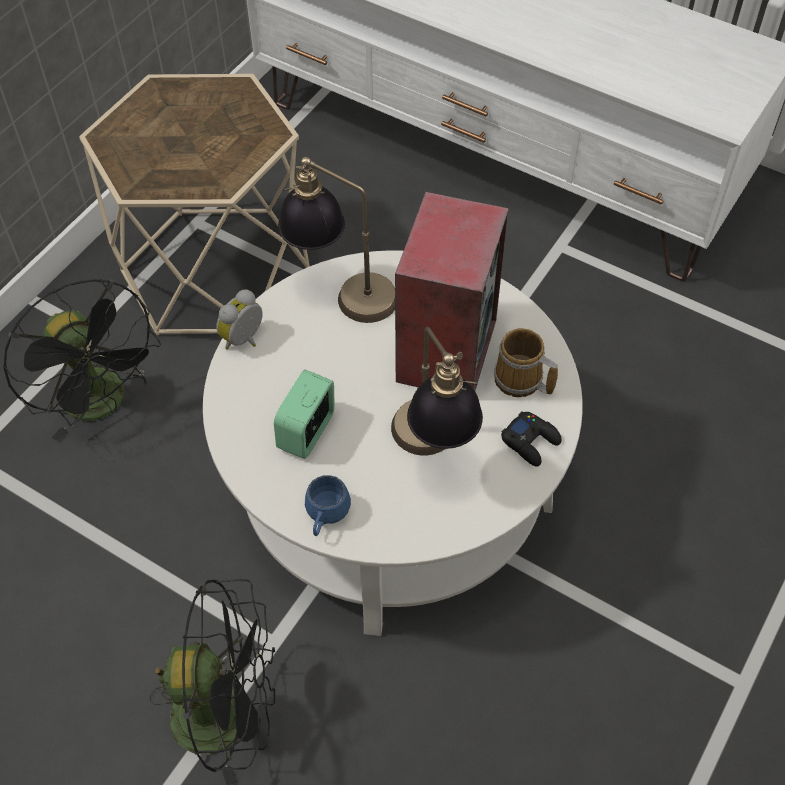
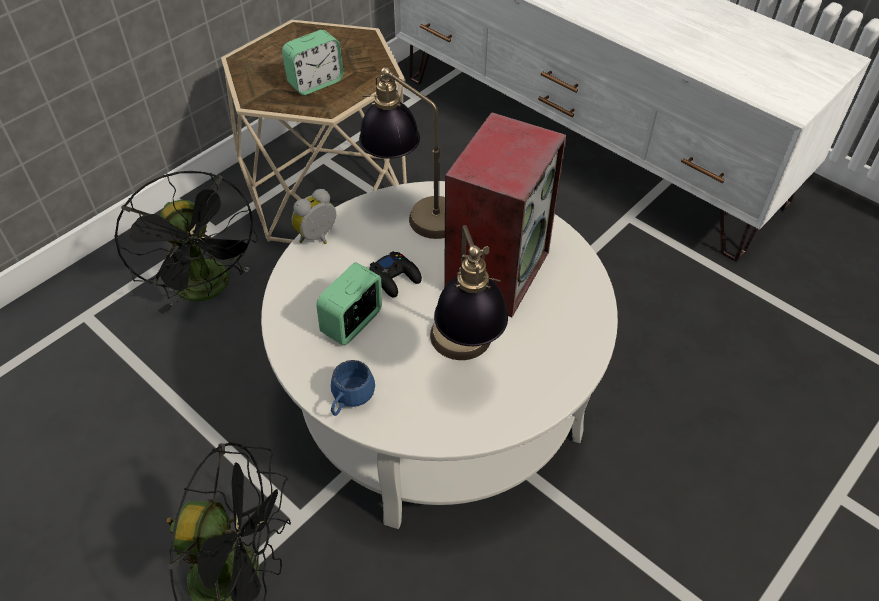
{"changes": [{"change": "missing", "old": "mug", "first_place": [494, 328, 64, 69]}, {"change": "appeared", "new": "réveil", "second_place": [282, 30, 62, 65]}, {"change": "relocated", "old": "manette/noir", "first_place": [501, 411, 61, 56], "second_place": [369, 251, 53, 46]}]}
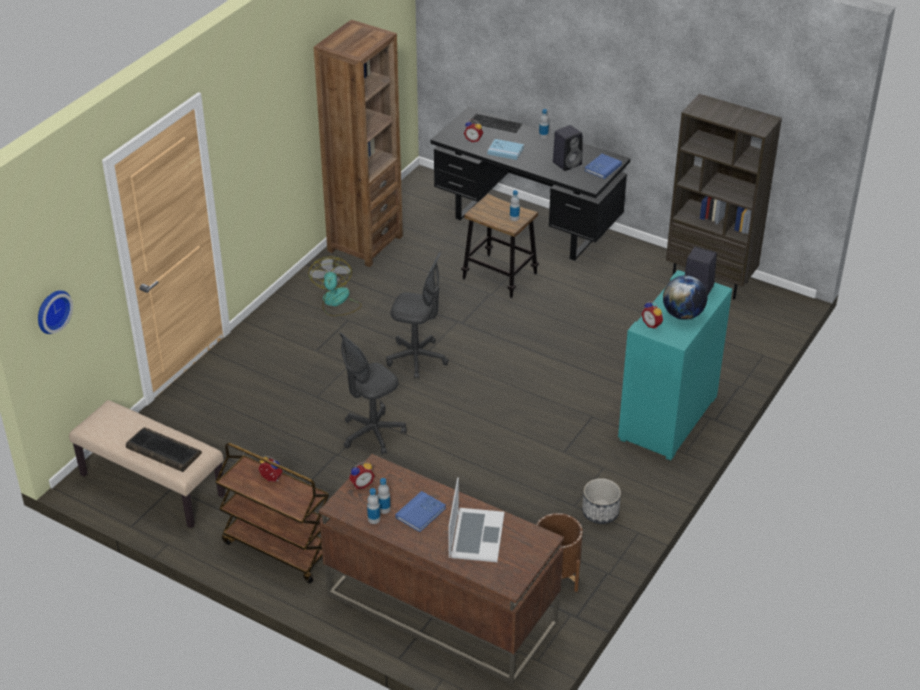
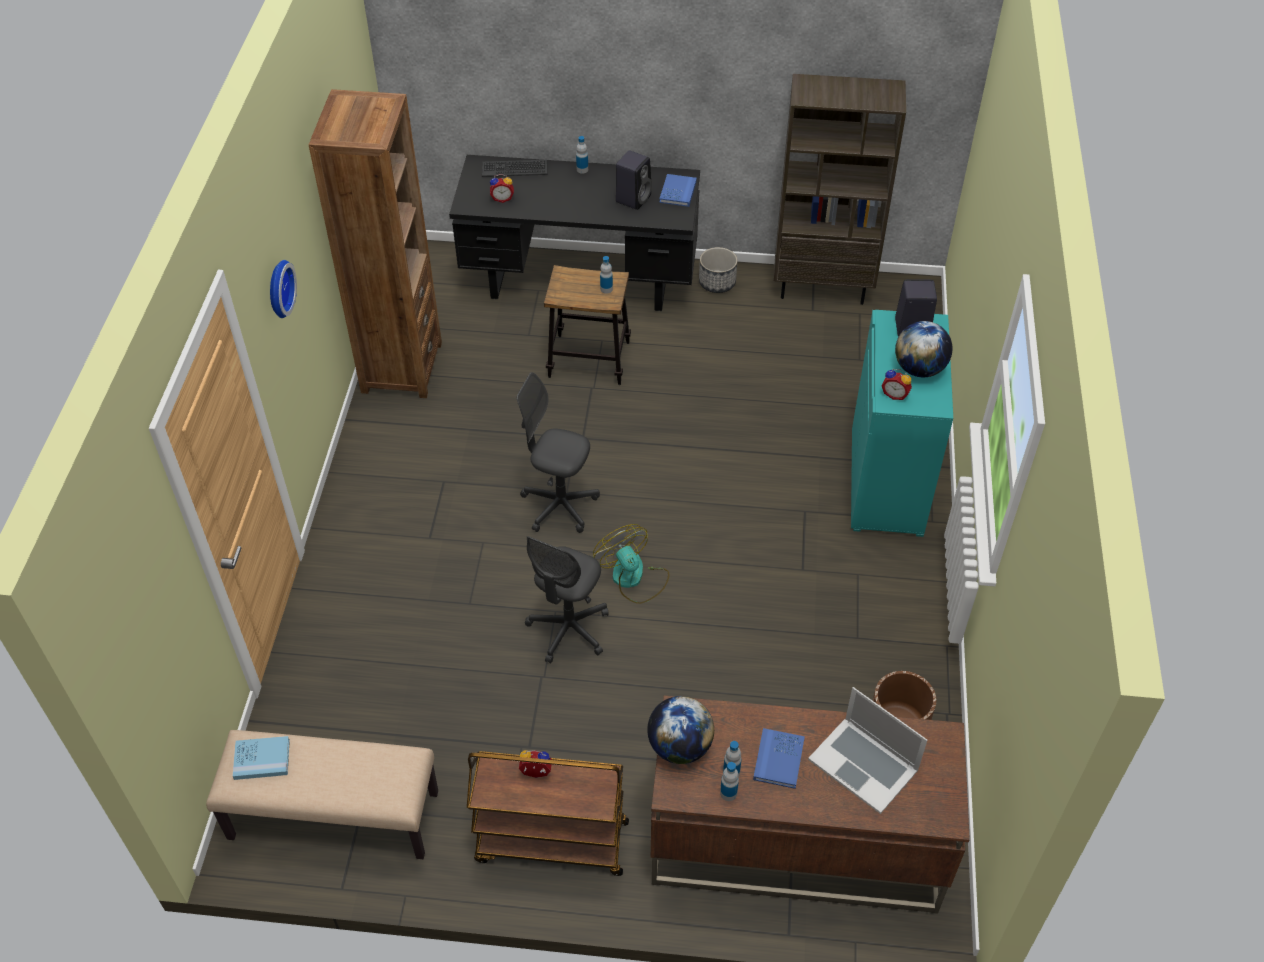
{"changes": [{"change": "missing", "old": "clavier", "first_place": [126, 427, 76, 45]}, {"change": "relocated", "old": "horloge murale", "first_place": [38, 290, 35, 44], "second_place": [270, 260, 27, 58]}, {"change": "relocated", "old": "ventilateur", "first_place": [308, 256, 54, 60], "second_place": [593, 524, 77, 80]}, {"change": "relocated", "old": "livre/bleu", "first_place": [487, 139, 37, 21], "second_place": [233, 736, 57, 44]}, {"change": "relocated", "old": "cache-pot", "first_place": [582, 478, 39, 46], "second_place": [699, 247, 39, 46]}, {"change": "exchanged", "old": "réveil", "new": "globe", "first_place": [349, 461, 26, 28], "second_place": [647, 696, 67, 68]}, {"change": "spun", "old": "chaise de bureau/gris", "first_place": [386, 252, 63, 127], "second_place": [516, 372, 84, 161], "degrees": -150}, {"change": "spun", "old": "ordinateur portable", "first_place": [448, 477, 56, 85], "second_place": [808, 687, 119, 127], "degrees": 150}]}
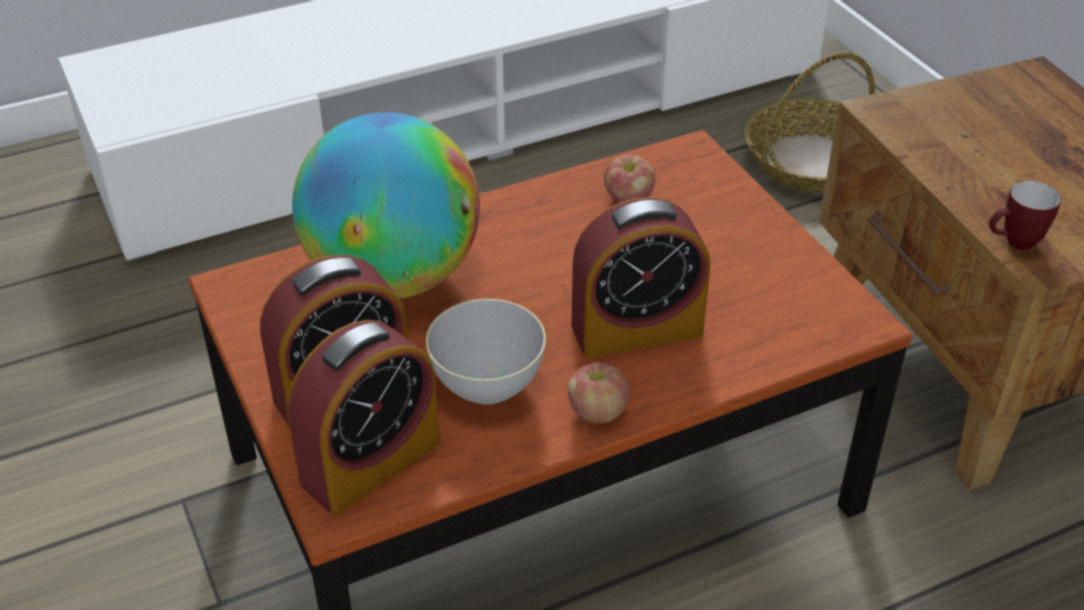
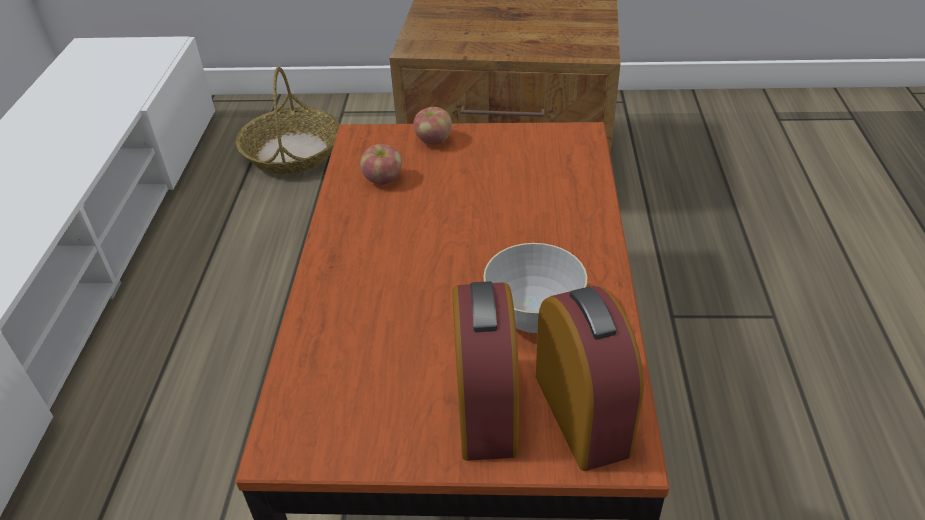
{"changes": [{"change": "missing", "old": "globe", "first_place": [292, 112, 188, 187]}, {"change": "missing", "old": "réveil", "first_place": [571, 197, 139, 161]}, {"change": "missing", "old": "mug", "first_place": [989, 181, 72, 69]}, {"change": "relocated", "old": "pomme", "first_place": [568, 363, 61, 61], "second_place": [413, 107, 39, 38]}]}
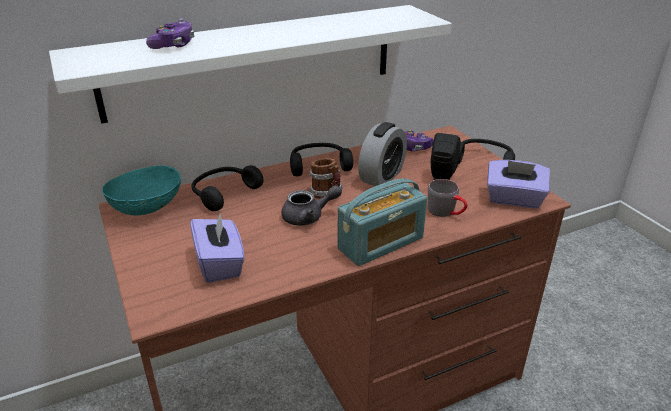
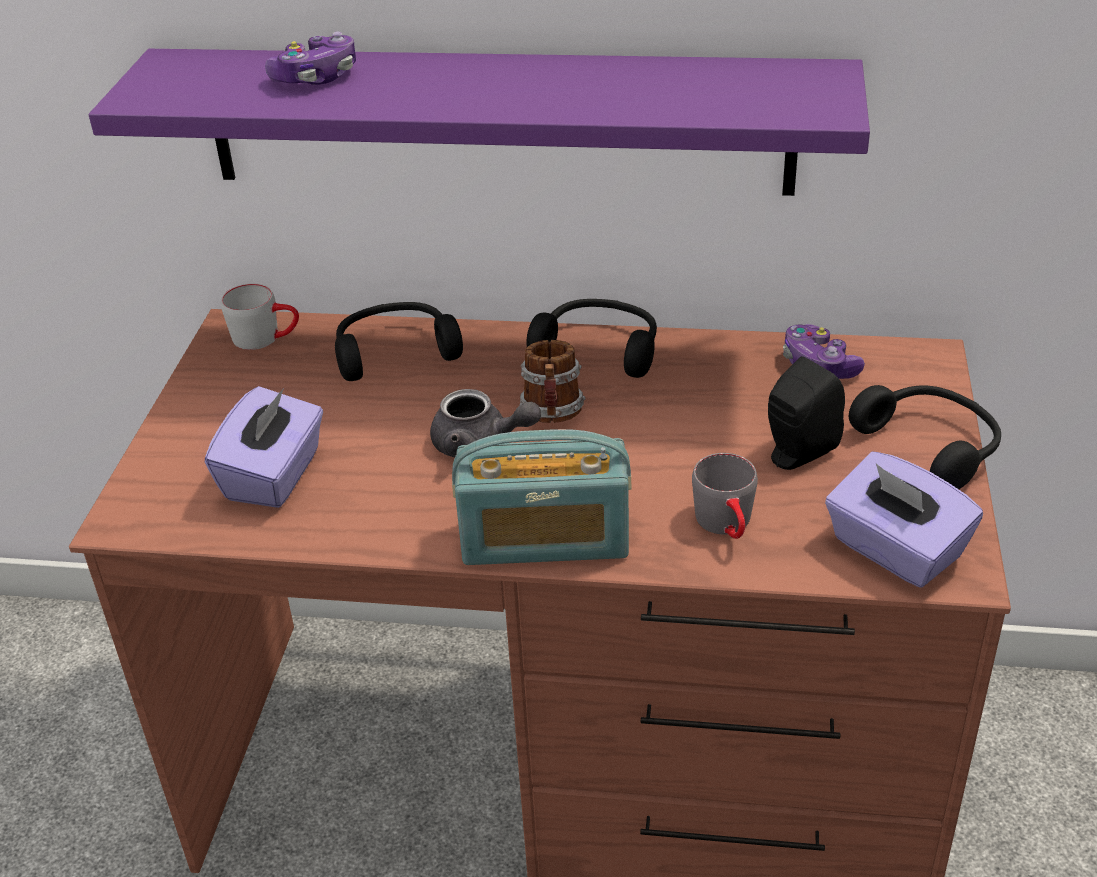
{"changes": [{"change": "missing", "old": "réveil", "first_place": [358, 122, 49, 64]}, {"change": "exchanged", "old": "bol/turquoise", "new": "mug/gris", "first_place": [102, 165, 79, 51], "second_place": [221, 283, 78, 67]}, {"change": "colour", "old": "étagère/blanc", "new": "étagère/violet", "first_place": [49, 5, 403, 119], "second_place": [89, 49, 781, 147]}]}
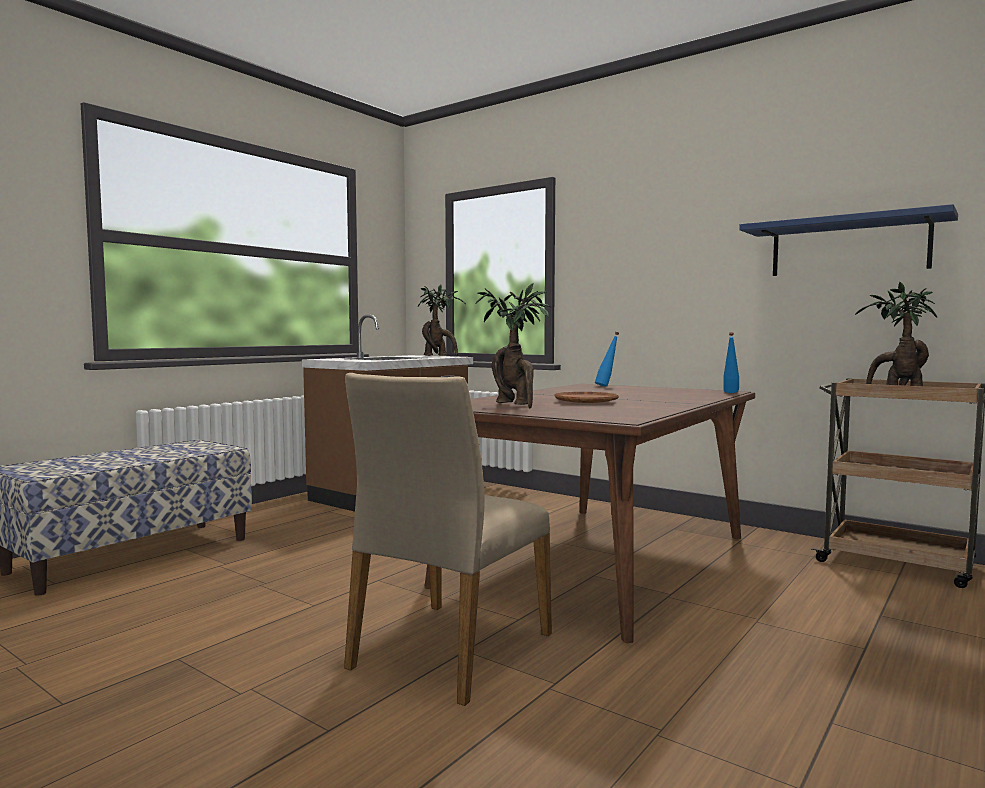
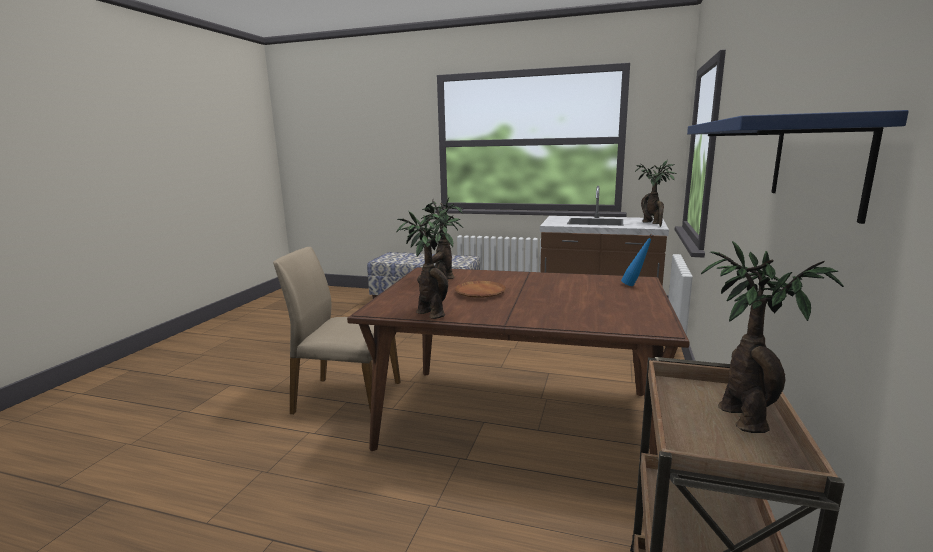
{"changes": [{"change": "missing", "old": "bouteille/bleu", "first_place": [723, 332, 16, 61]}, {"change": "appeared", "new": "plante en pot", "second_place": [397, 211, 66, 108]}]}
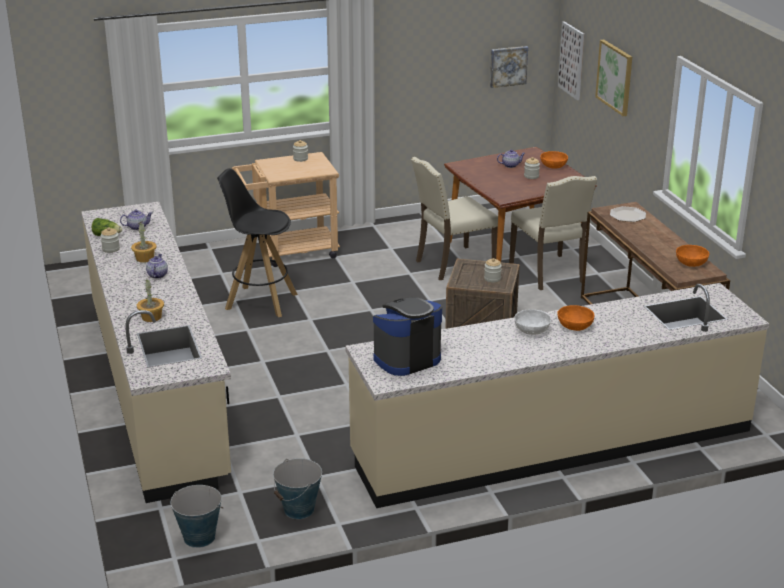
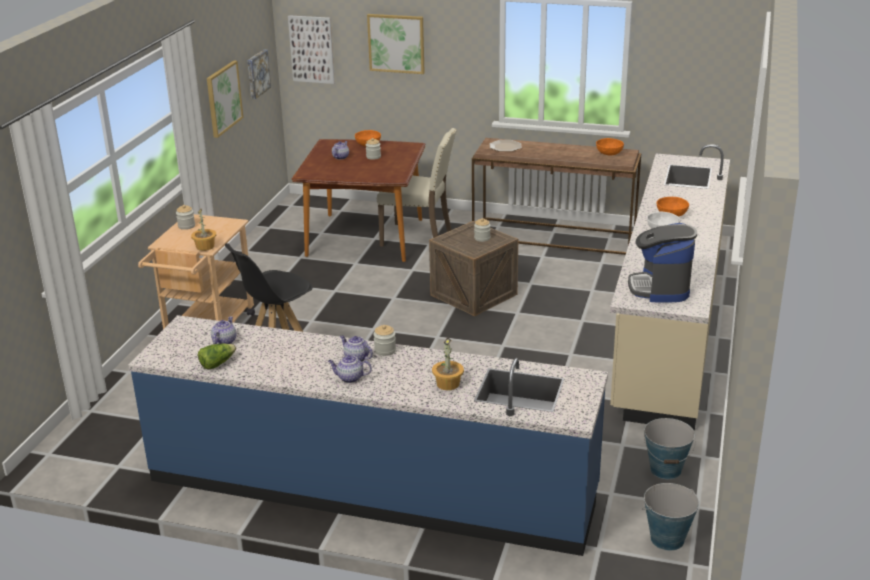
{"changes": [{"change": "missing", "old": "chaise/beige", "first_place": [411, 157, 87, 123]}, {"change": "appeared", "new": "tableau", "second_place": [207, 61, 37, 77]}, {"change": "appeared", "new": "théière", "second_place": [328, 355, 44, 28]}, {"change": "relocated", "old": "bocal", "first_place": [100, 227, 20, 26], "second_place": [374, 325, 22, 31]}, {"change": "relocated", "old": "plante en pot", "first_place": [131, 222, 26, 41], "second_place": [191, 209, 25, 42]}, {"change": "colour", "old": "comptoir de cuisine/beige", "new": "comptoir de cuisine/bleu", "first_place": [81, 202, 150, 301], "second_place": [128, 315, 480, 241]}]}
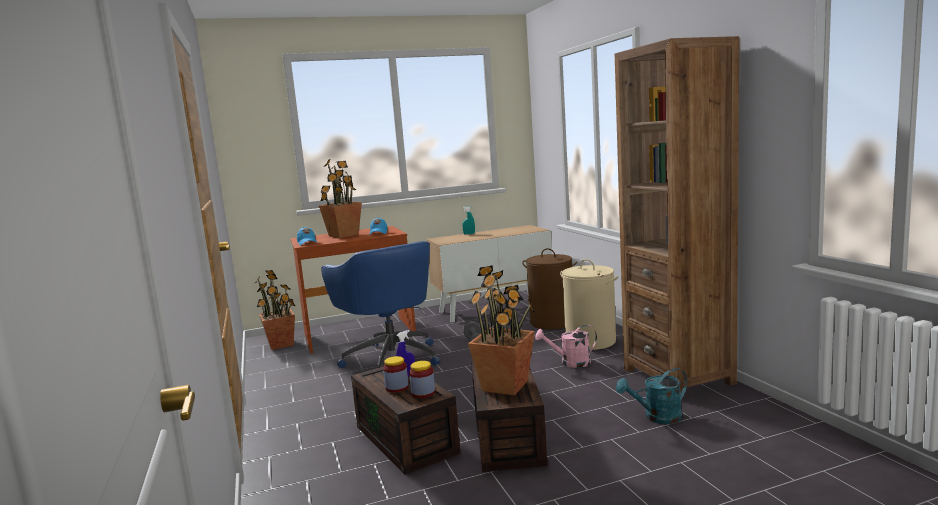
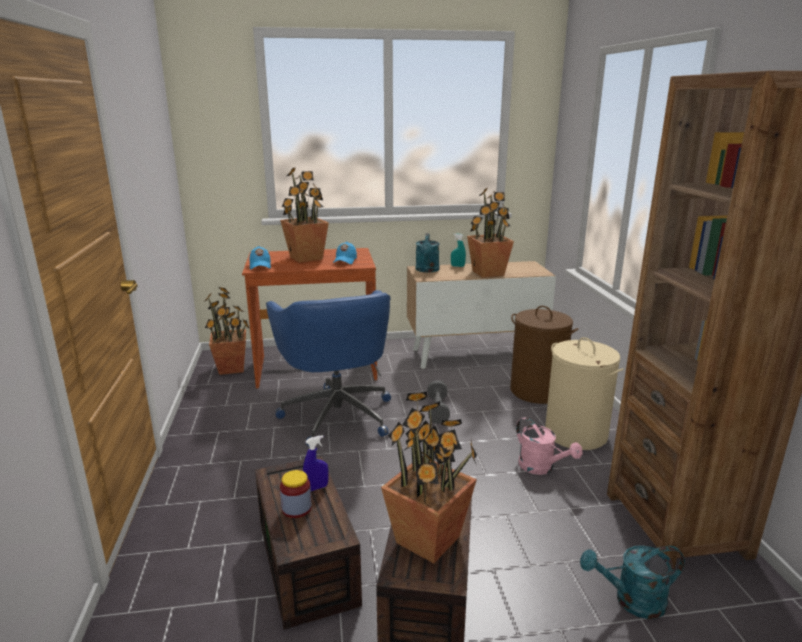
{"changes": [{"change": "missing", "old": "bocal", "first_place": [409, 361, 26, 37]}, {"change": "appeared", "new": "arrosoir/turquoise", "second_place": [416, 233, 23, 39]}, {"change": "appeared", "new": "plante en pot", "second_place": [467, 188, 47, 90]}, {"change": "spun", "old": "arrosoir/rose", "first_place": [535, 325, 62, 43], "second_place": [516, 417, 66, 58], "degrees": -135}]}
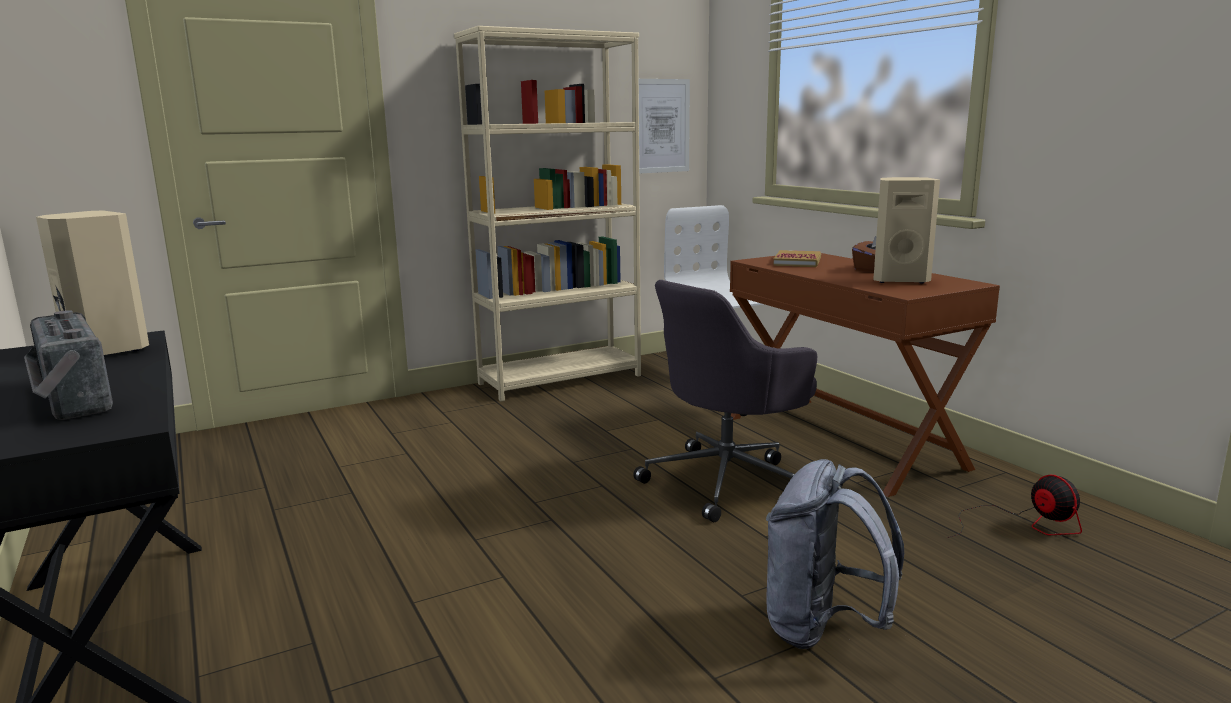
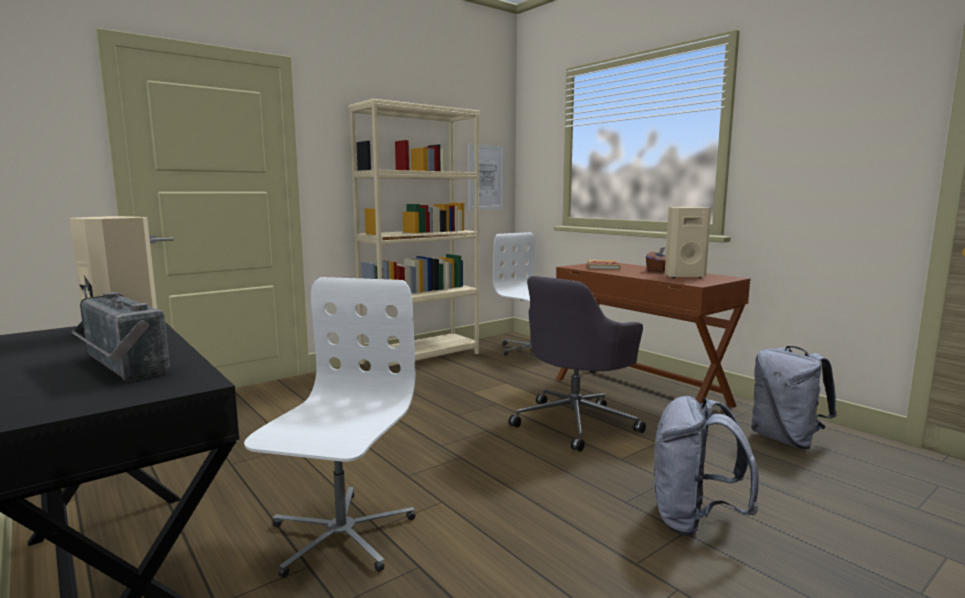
{"changes": [{"change": "appeared", "new": "chaise de bureau/blanc", "second_place": [244, 277, 172, 301]}, {"change": "exchanged", "old": "ventilateur", "new": "sac à dos/gris", "first_place": [947, 475, 135, 63], "second_place": [751, 346, 86, 103]}]}
